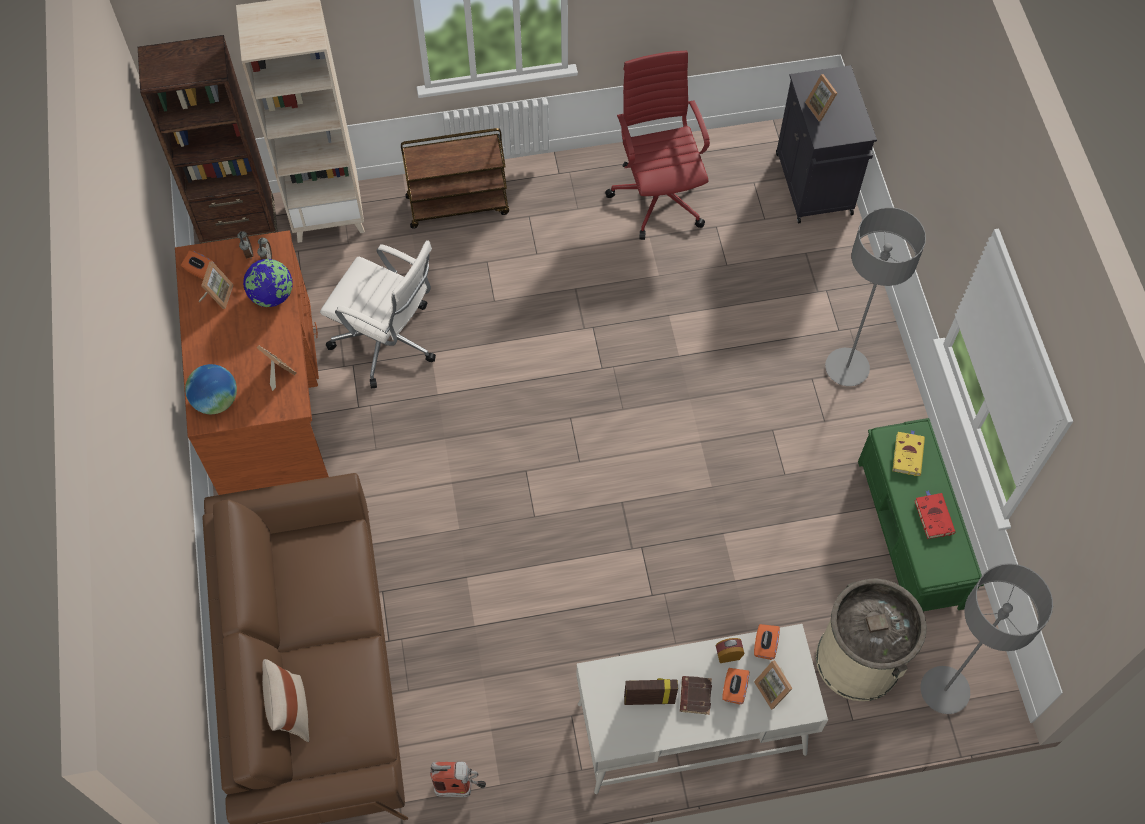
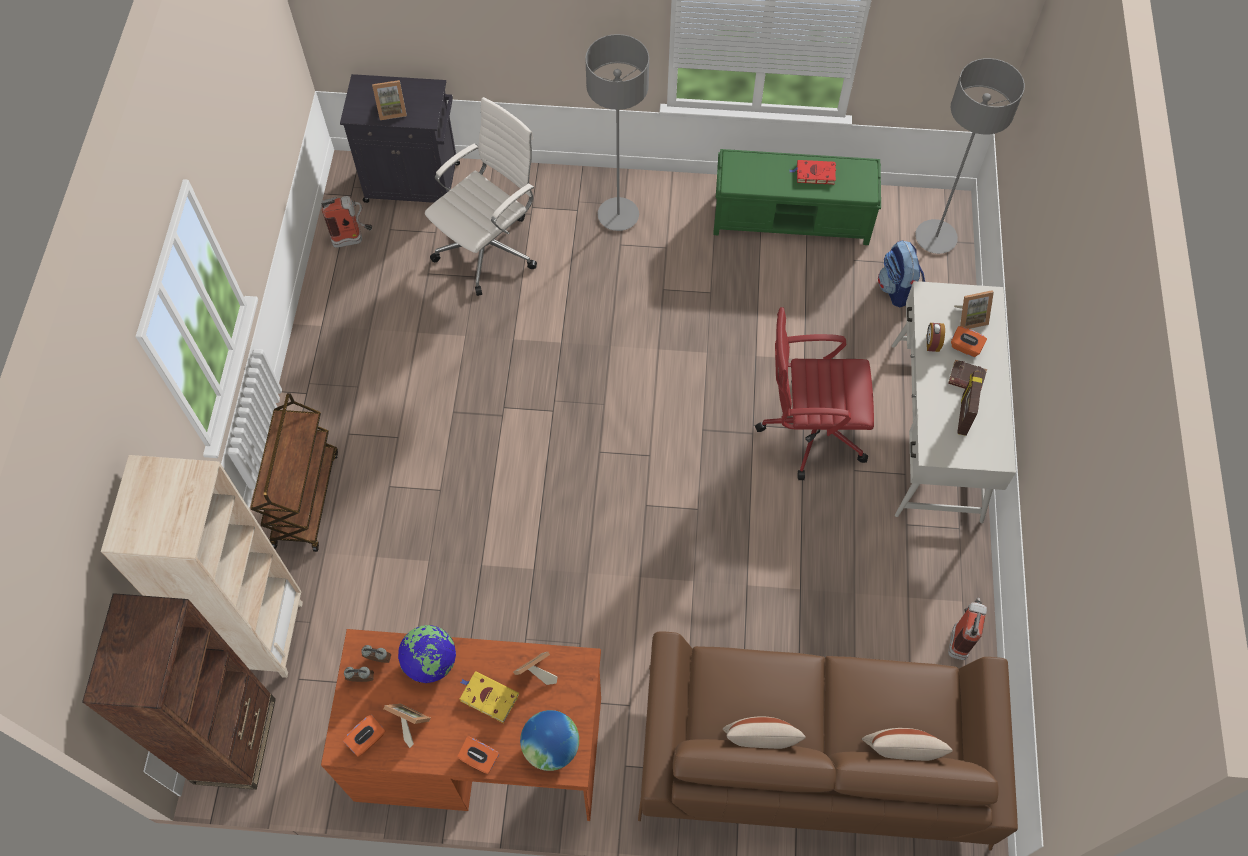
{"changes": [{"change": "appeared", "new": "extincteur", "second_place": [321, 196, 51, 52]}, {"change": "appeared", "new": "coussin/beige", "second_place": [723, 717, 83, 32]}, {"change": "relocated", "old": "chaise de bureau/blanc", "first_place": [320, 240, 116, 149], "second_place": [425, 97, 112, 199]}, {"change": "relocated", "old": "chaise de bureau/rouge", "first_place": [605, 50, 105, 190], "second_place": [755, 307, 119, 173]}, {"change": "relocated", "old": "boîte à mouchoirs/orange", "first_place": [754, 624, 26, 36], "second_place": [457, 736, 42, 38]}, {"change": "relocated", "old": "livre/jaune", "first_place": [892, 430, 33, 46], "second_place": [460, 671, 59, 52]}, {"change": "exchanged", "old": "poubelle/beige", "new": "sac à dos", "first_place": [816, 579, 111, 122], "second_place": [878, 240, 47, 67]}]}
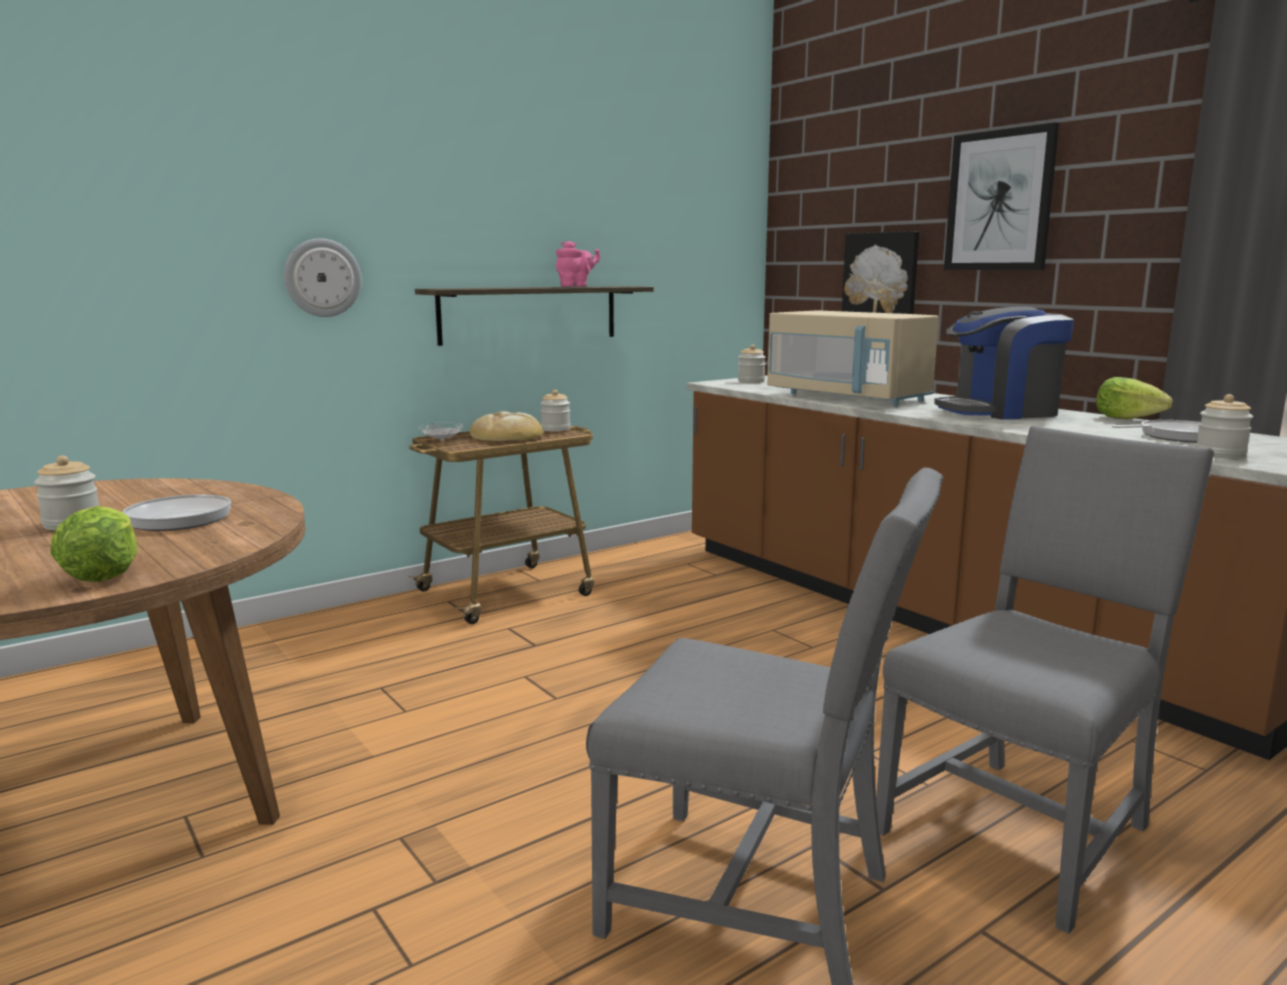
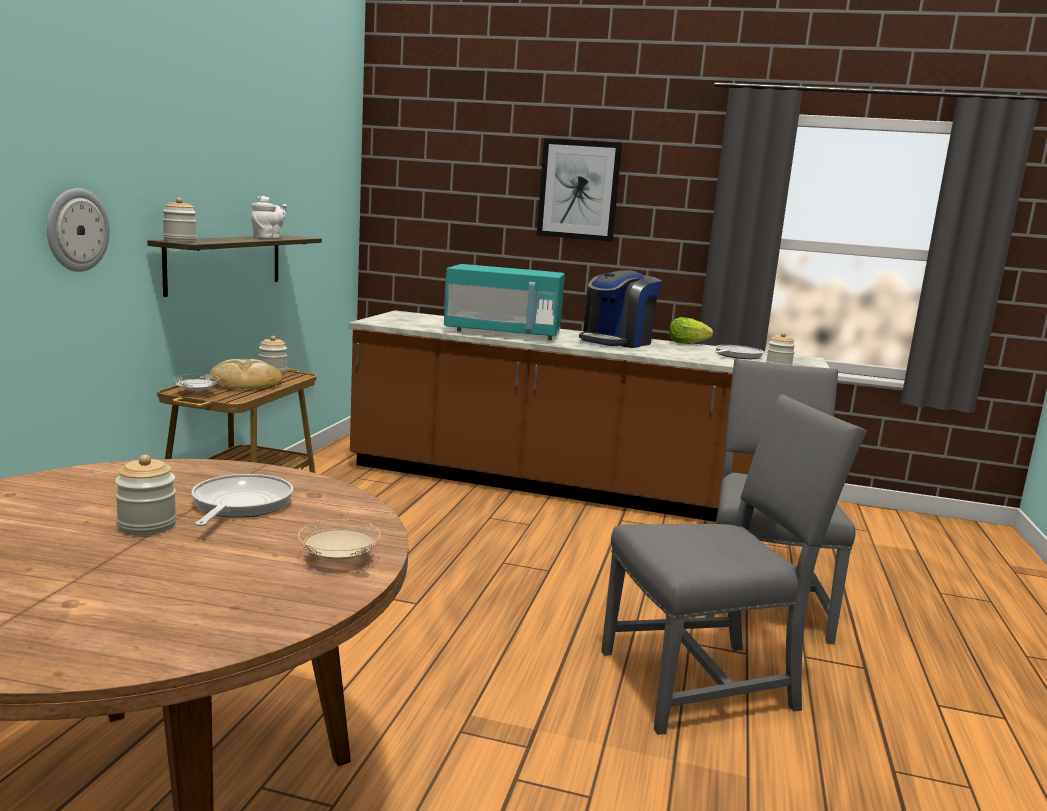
{"changes": [{"change": "missing", "old": "tableau", "first_place": [842, 231, 77, 83]}, {"change": "relocated", "old": "bocal", "first_place": [738, 345, 28, 38], "second_place": [163, 198, 34, 44]}, {"change": "exchanged", "old": "laitue", "new": "assiette/beige", "first_place": [50, 506, 88, 76], "second_place": [298, 519, 82, 41]}, {"change": "colour", "old": "théière/rose", "new": "théière/blanc", "first_place": [556, 241, 44, 46], "second_place": [251, 196, 36, 42]}, {"change": "colour", "old": "micro-ondes/beige", "new": "micro-ondes/turquoise", "first_place": [767, 310, 172, 96], "second_place": [444, 264, 121, 76]}]}
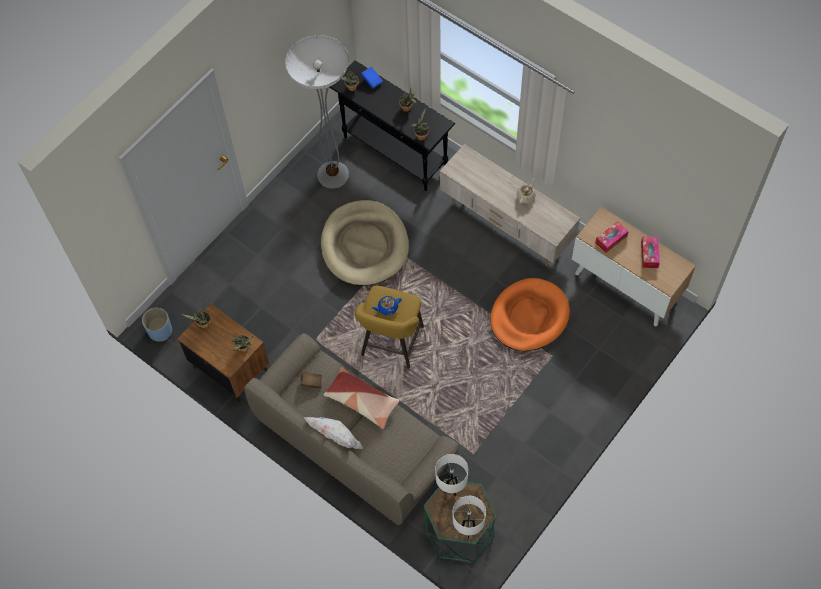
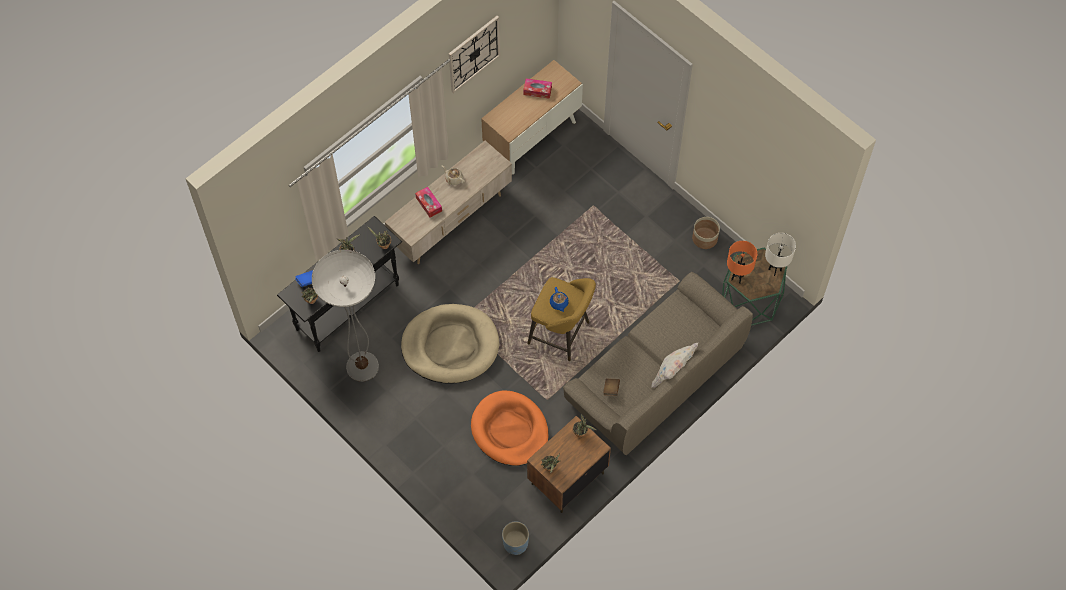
{"changes": [{"change": "missing", "old": "coussin", "first_place": [324, 367, 75, 62]}, {"change": "appeared", "new": "horloge murale", "second_place": [449, 16, 51, 77]}, {"change": "appeared", "new": "cache-pot", "second_place": [692, 217, 28, 32]}, {"change": "relocated", "old": "panier pour chien/orange", "first_place": [490, 278, 80, 73], "second_place": [471, 390, 78, 76]}, {"change": "relocated", "old": "boîte à mouchoirs", "first_place": [595, 221, 34, 32], "second_place": [415, 187, 27, 31]}, {"change": "colour", "old": "lampe de table/blanc", "new": "lampe de table/orange", "first_place": [435, 454, 33, 42], "second_place": [727, 241, 30, 42]}]}
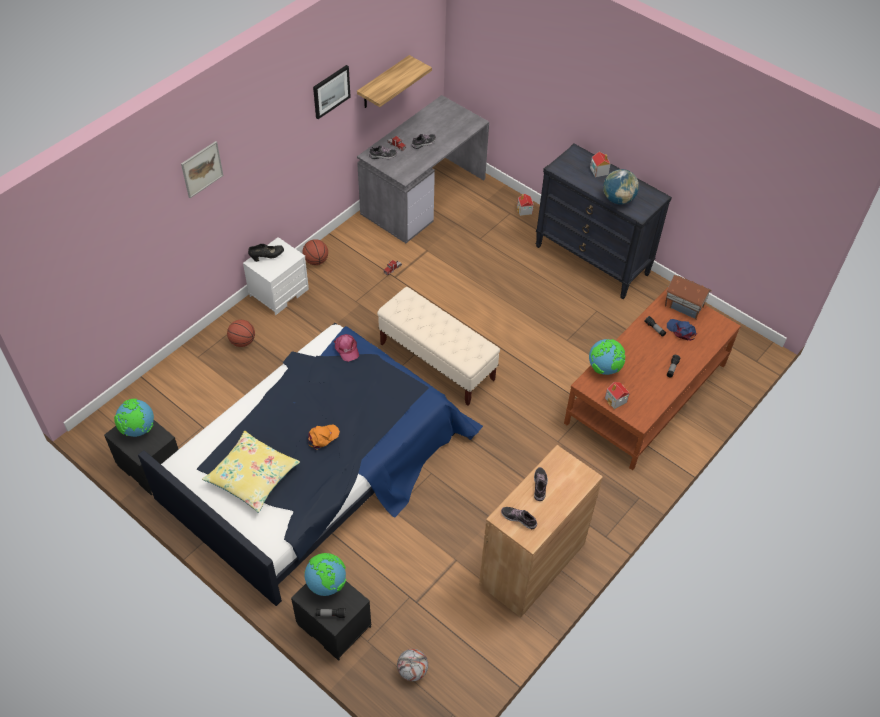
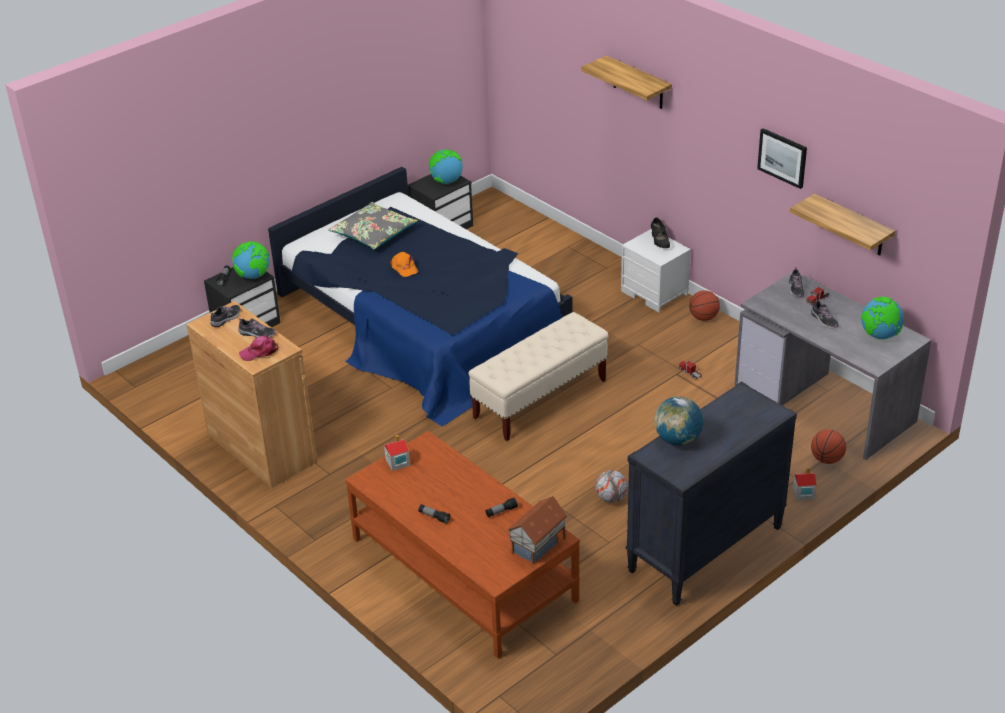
{"changes": [{"change": "missing", "old": "maison miniature", "first_place": [590, 152, 20, 25]}, {"change": "missing", "old": "casquette/bleu", "first_place": [667, 319, 30, 22]}, {"change": "relocated", "old": "ballon de basket", "first_place": [227, 320, 28, 27], "second_place": [811, 429, 35, 35]}, {"change": "relocated", "old": "casquette/rose", "first_place": [334, 334, 25, 28], "second_place": [239, 335, 39, 26]}, {"change": "relocated", "old": "ballon de foot", "first_place": [397, 649, 31, 32], "second_place": [596, 470, 32, 33]}, {"change": "relocated", "old": "globe", "first_place": [589, 339, 36, 36], "second_place": [861, 297, 43, 42]}, {"change": "exchanged", "old": "tableau", "new": "étagère", "first_place": [181, 141, 42, 57], "second_place": [581, 56, 91, 53]}, {"change": "colour", "old": "coussin/jaune", "new": "coussin/gris", "first_place": [202, 431, 98, 82], "second_place": [328, 202, 90, 48]}]}
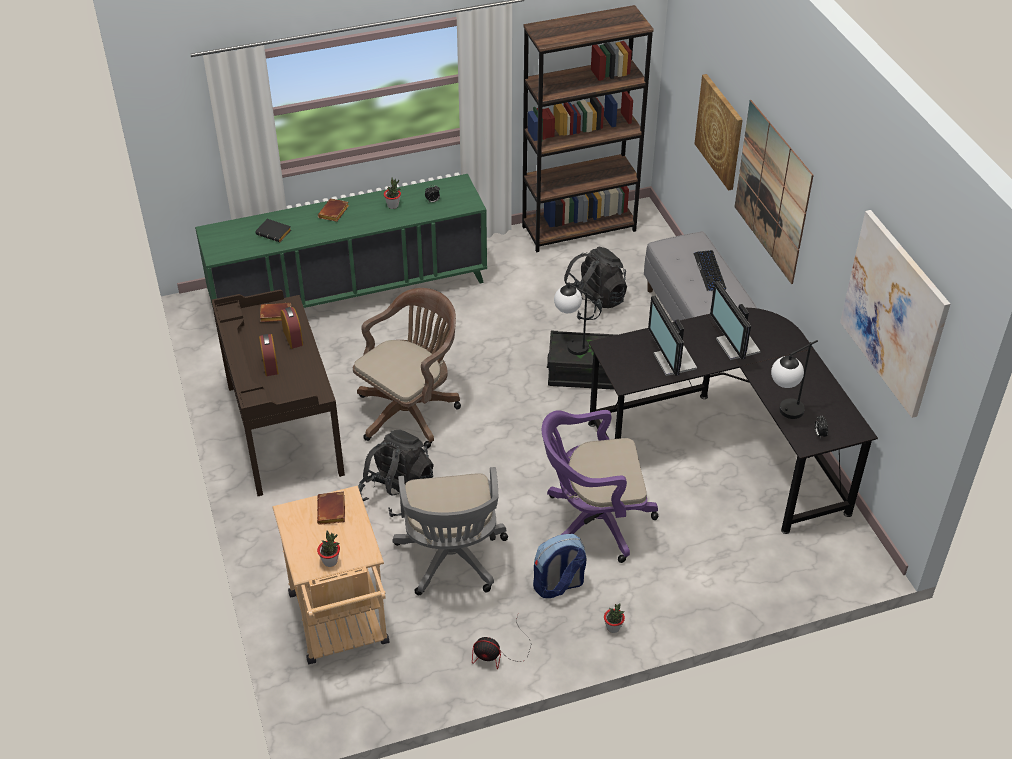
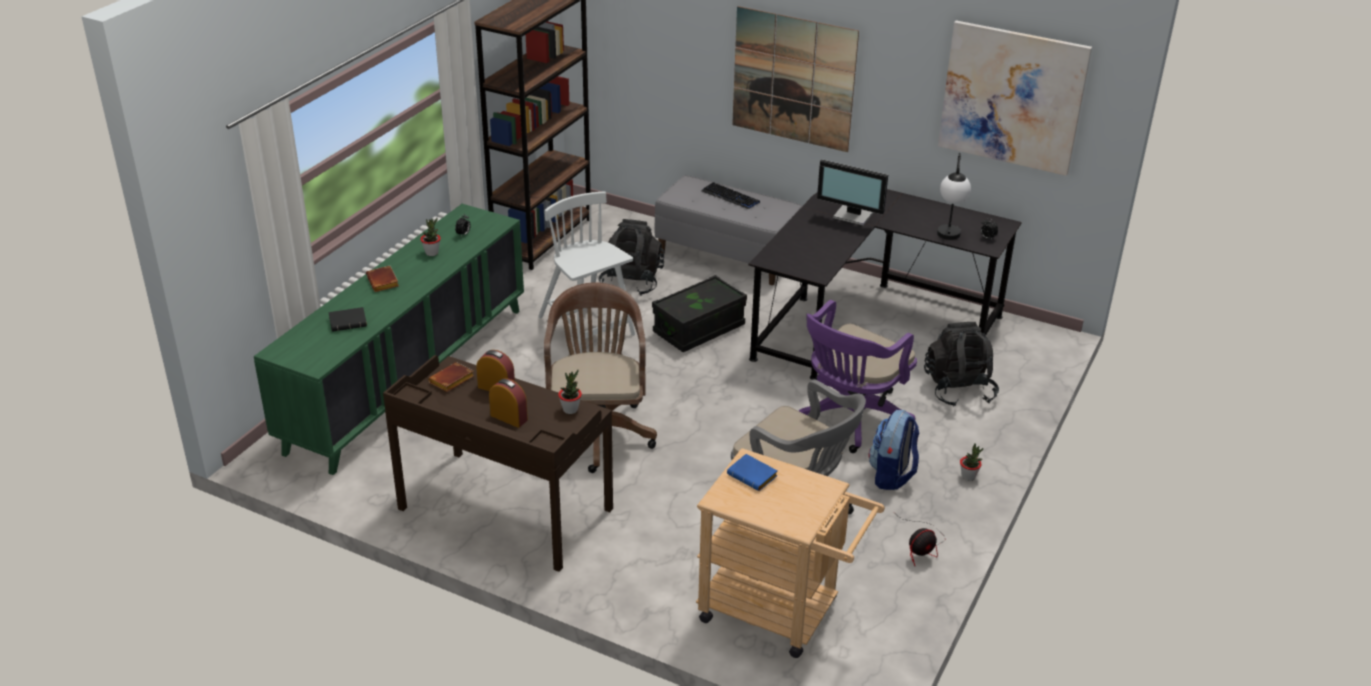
{"changes": [{"change": "missing", "old": "lampe de table", "first_place": [554, 282, 39, 73]}, {"change": "missing", "old": "écran d'ordinateur", "first_place": [648, 296, 49, 80]}, {"change": "missing", "old": "tableau", "first_place": [694, 74, 49, 117]}, {"change": "appeared", "new": "chaise/blanc", "second_place": [538, 192, 97, 161]}, {"change": "relocated", "old": "plante en pot", "first_place": [317, 531, 23, 36], "second_place": [558, 370, 24, 44]}, {"change": "relocated", "old": "sac à dos/noir", "first_place": [359, 430, 75, 87], "second_place": [924, 322, 75, 85]}, {"change": "colour", "old": "livre/marron", "new": "livre/bleu", "first_place": [317, 491, 28, 34], "second_place": [727, 454, 51, 37]}]}
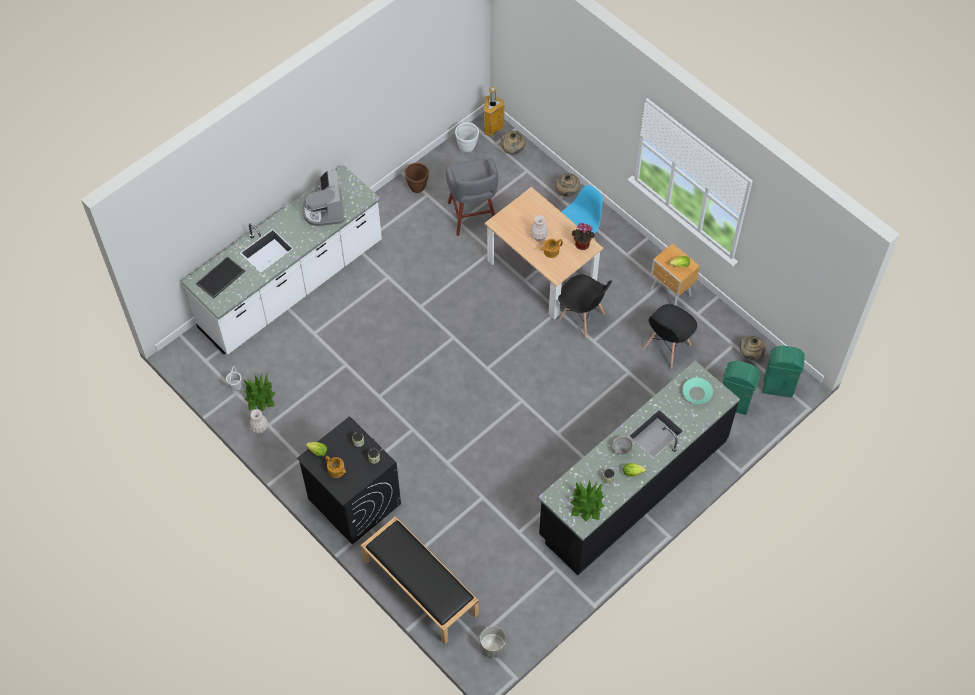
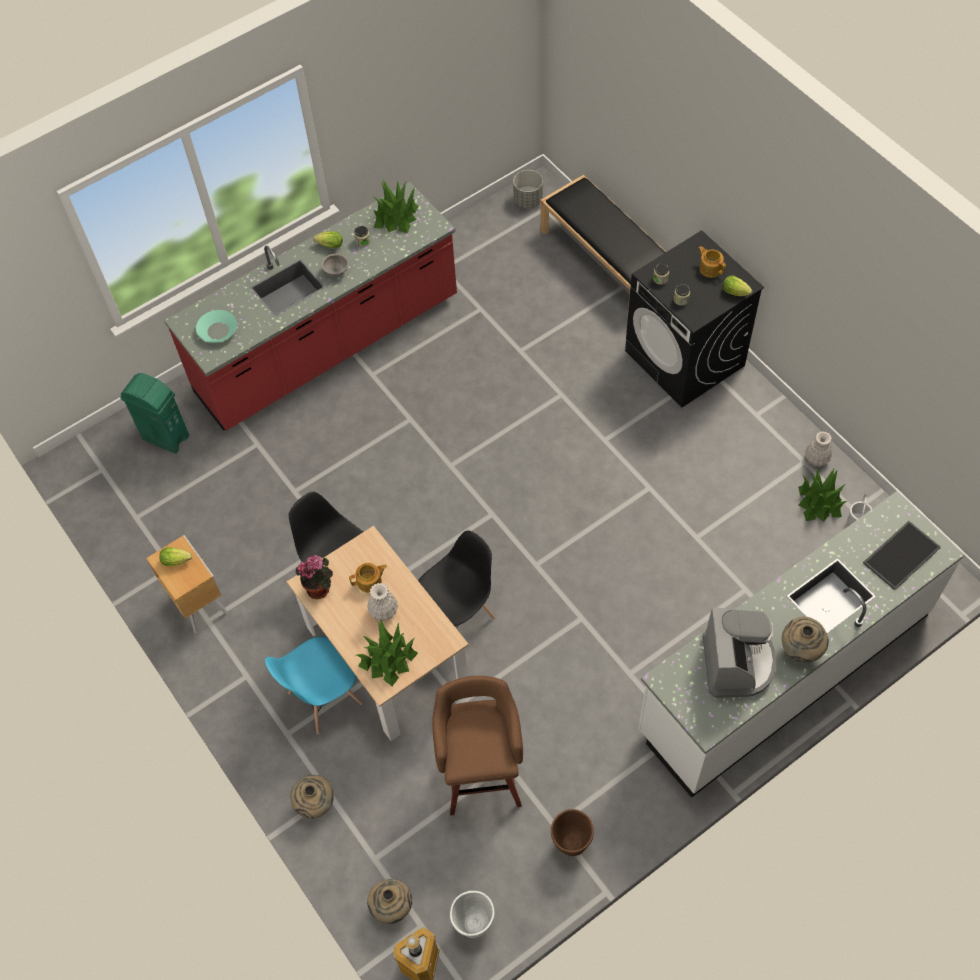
{"changes": [{"change": "missing", "old": "poubelle/vert", "first_place": [762, 346, 43, 51]}, {"change": "appeared", "new": "plante en pot", "second_place": [356, 619, 62, 67]}, {"change": "relocated", "old": "chaise/noir", "first_place": [643, 304, 54, 64], "second_place": [418, 530, 77, 99]}, {"change": "relocated", "old": "vase/beige", "first_place": [739, 336, 27, 24], "second_place": [782, 617, 47, 46]}, {"change": "colour", "old": "tabouret/gris", "new": "tabouret/marron", "first_place": [446, 158, 52, 78], "second_place": [432, 676, 91, 139]}, {"change": "colour", "old": "comptoir de cuisine/noir", "new": "comptoir de cuisine/rouge", "first_place": [538, 361, 202, 214], "second_place": [164, 182, 293, 249]}]}
